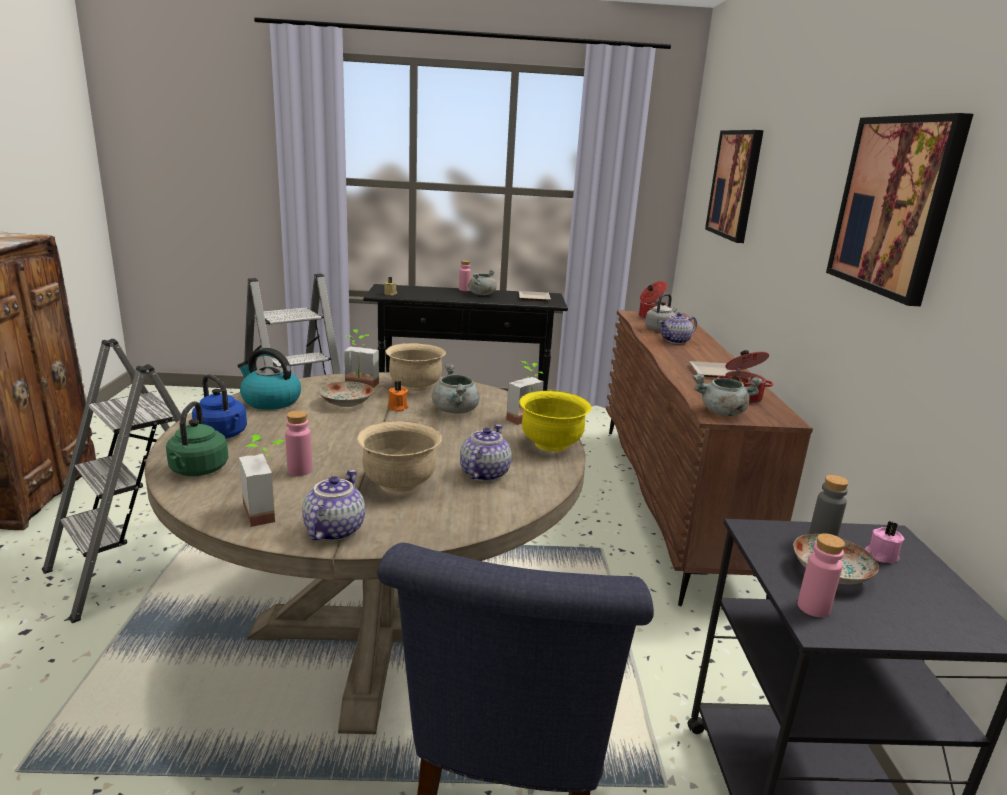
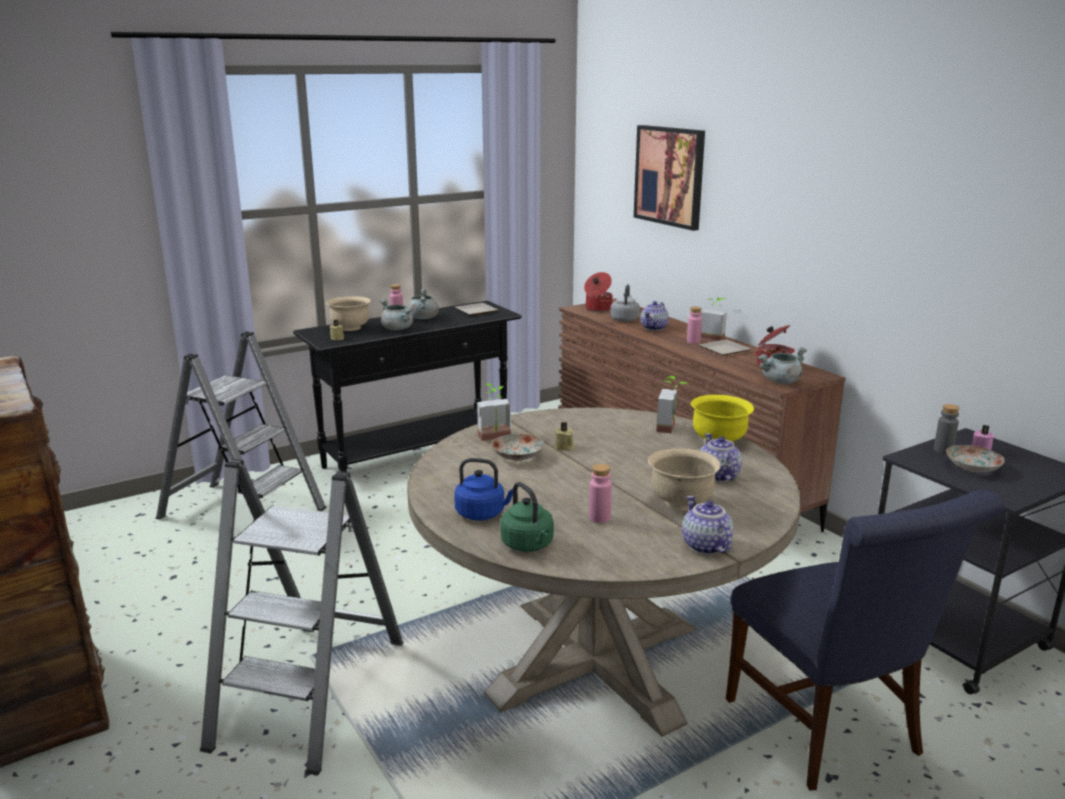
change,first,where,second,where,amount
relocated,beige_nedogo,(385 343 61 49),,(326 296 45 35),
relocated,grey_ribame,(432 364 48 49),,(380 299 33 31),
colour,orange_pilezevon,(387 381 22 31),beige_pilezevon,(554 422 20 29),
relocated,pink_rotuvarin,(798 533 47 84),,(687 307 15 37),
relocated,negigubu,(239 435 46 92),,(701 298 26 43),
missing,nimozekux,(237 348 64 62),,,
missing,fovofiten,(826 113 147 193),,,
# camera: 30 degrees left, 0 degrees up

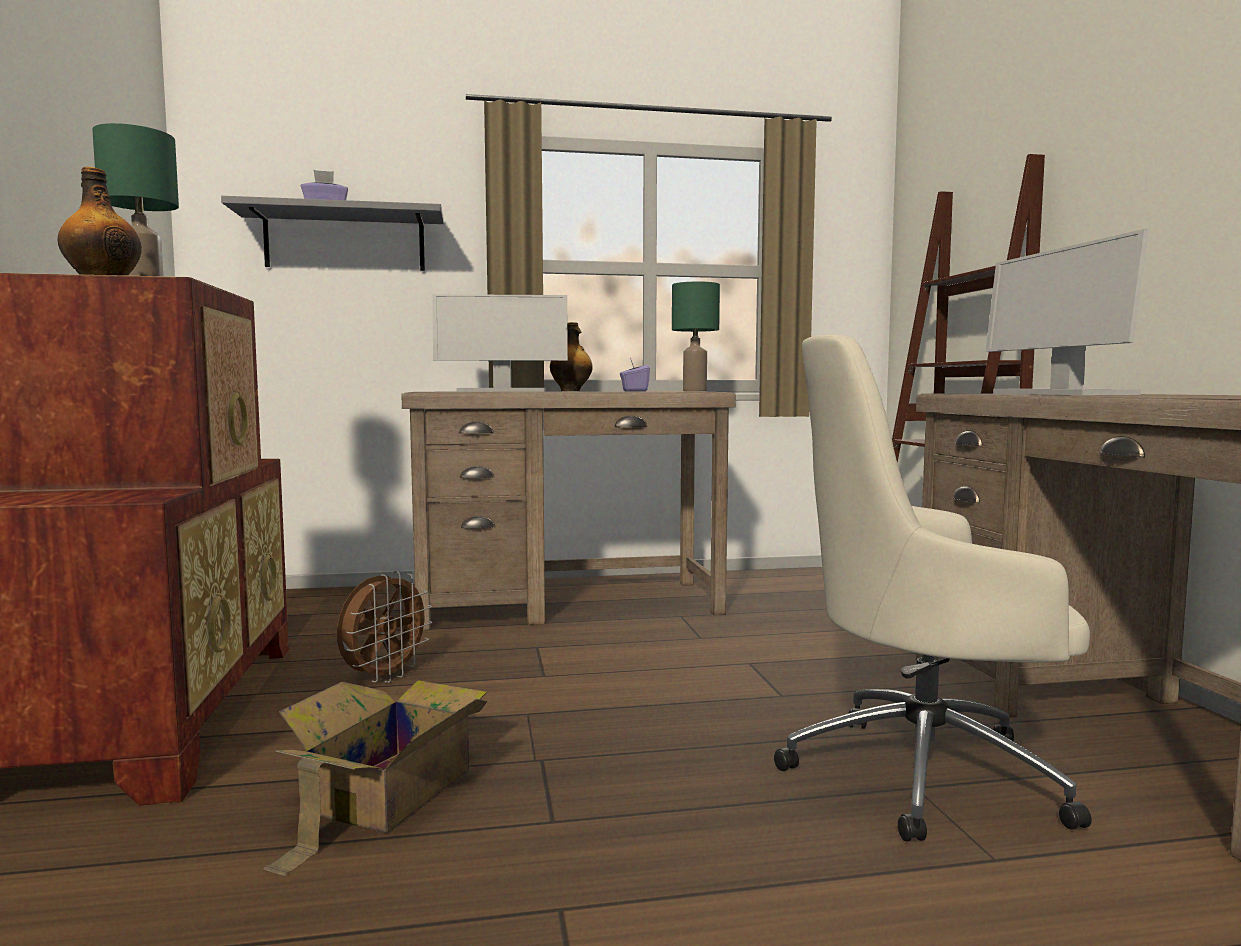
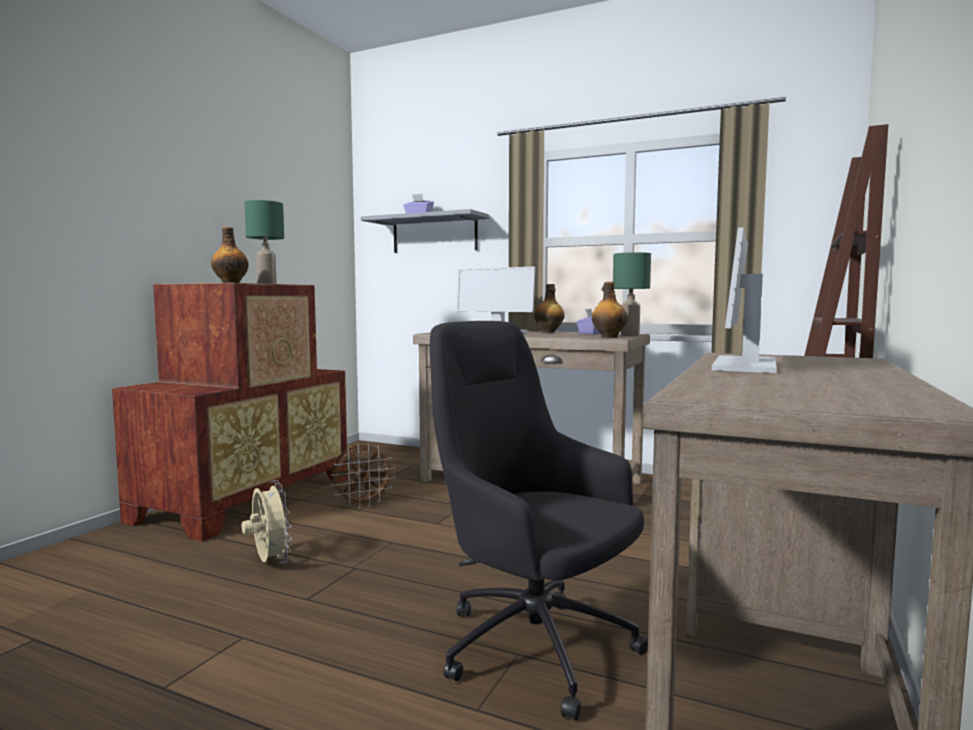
change,first,where,second,where,amount
exchanged,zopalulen,(263 680 224 196),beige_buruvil,(242 480 50 84),
colour,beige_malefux,(774 335 318 506),black_malefux,(430 321 218 399),
appeared,,,rotuvarin,(592 282 35 56),
# camera: 35 degrees right, 0 degrees up

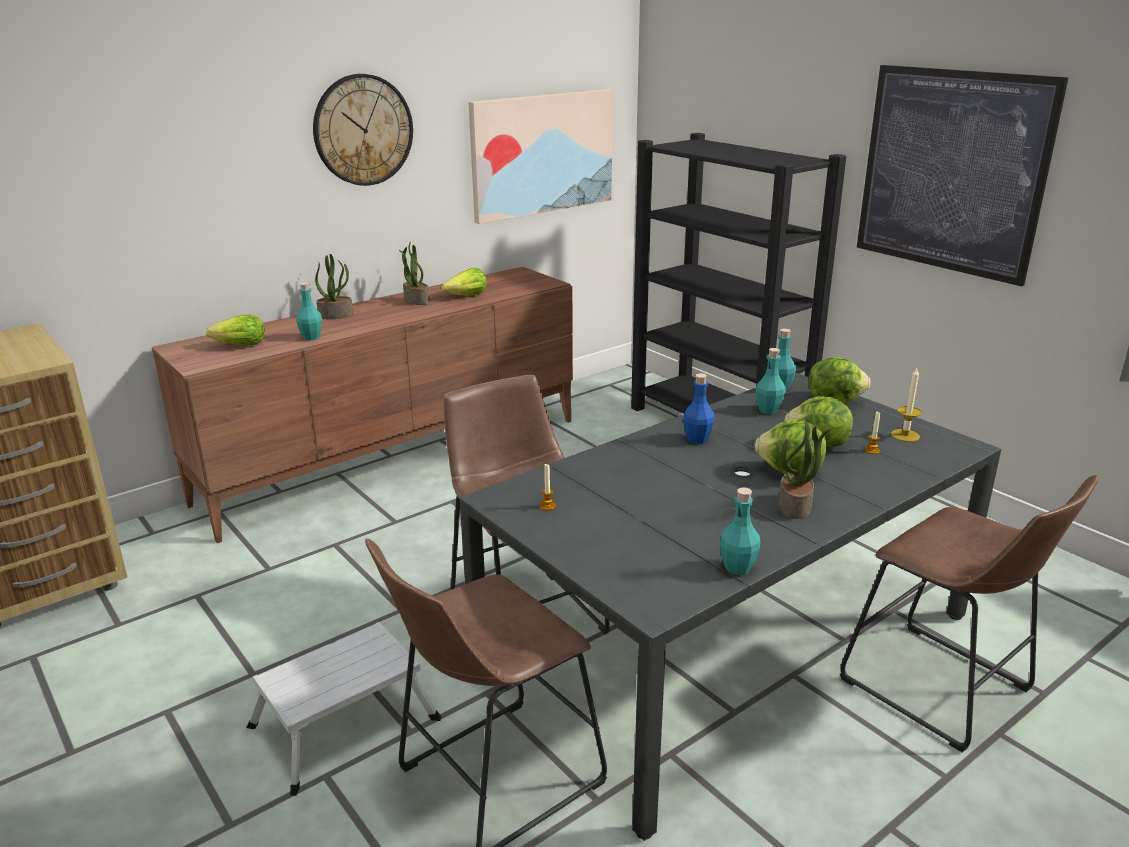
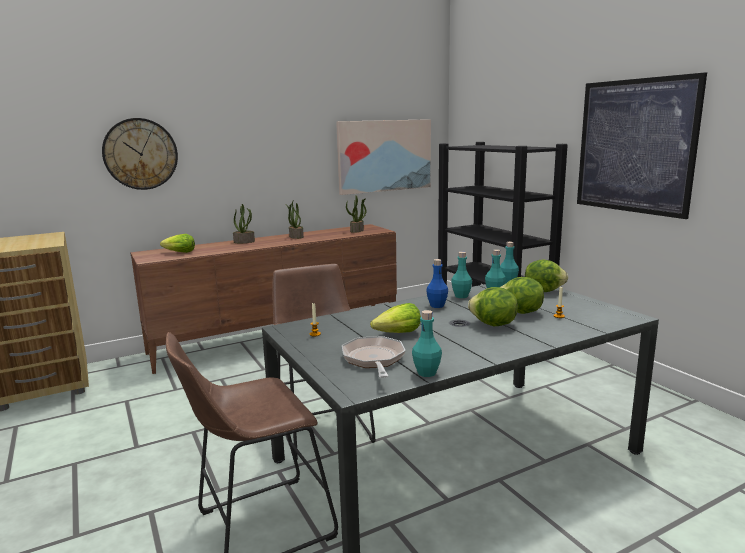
change,first,where,second,where,amount
relocated,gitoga,(313 74 100 112),,(102 118 76 72),
appeared,,,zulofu,(342 336 63 42),
relocated,negigubu,(778 421 54 98),,(346 196 20 37),
relocated,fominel,(441 268 46 27),,(370 303 51 30),
relocated,turquoise_rotuvarin,(296 282 26 58),,(451 252 21 46),
missing,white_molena,(246 622 195 174),,,
missing,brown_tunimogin,(840 475 259 278),,,
missing,pilezevon,(891 368 31 74),,,
# camera: 10 degrees right, 10 degrees down

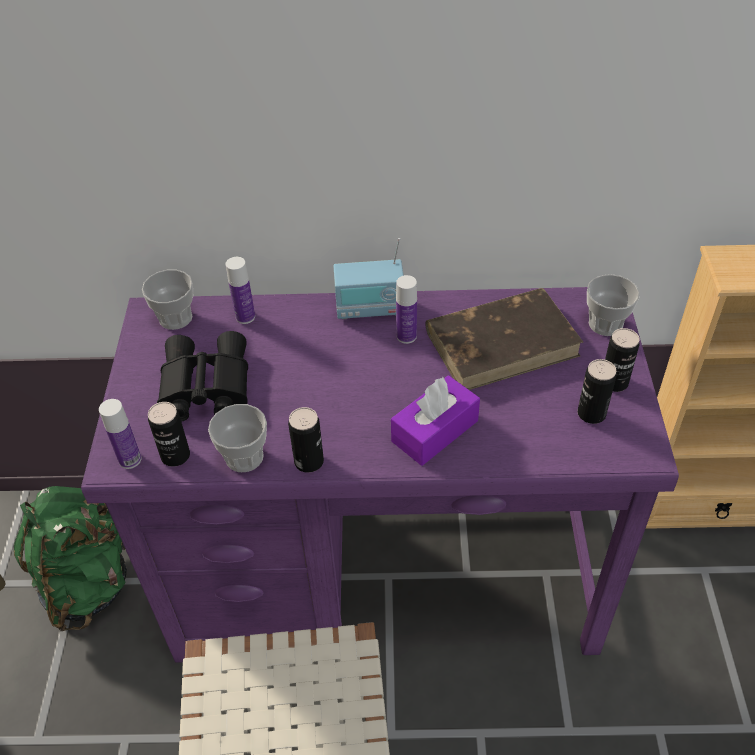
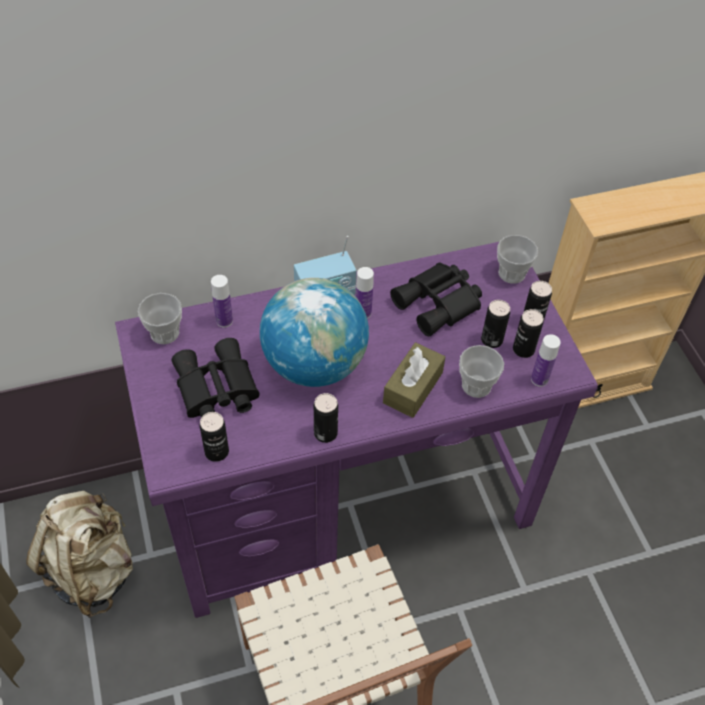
change,first,where,second,where,amount
colour,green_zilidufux,(14 486 113 146),beige_zilidufux,(26 491 107 127),
appeared,,,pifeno,(260 278 109 109),
colour,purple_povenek,(391 375 89 91),brown_povenek,(383 342 62 76),
exchanged,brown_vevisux,(425 288 158 102),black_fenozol,(390 263 92 73),
relocated,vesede,(208 404 59 68),,(459 345 45 53),
appeared,,,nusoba,(481 300 29 48),
relocated,rotuvarin,(99 399 43 70),,(531 334 30 53),
# camera: 20 degrees left, 5 degrees up

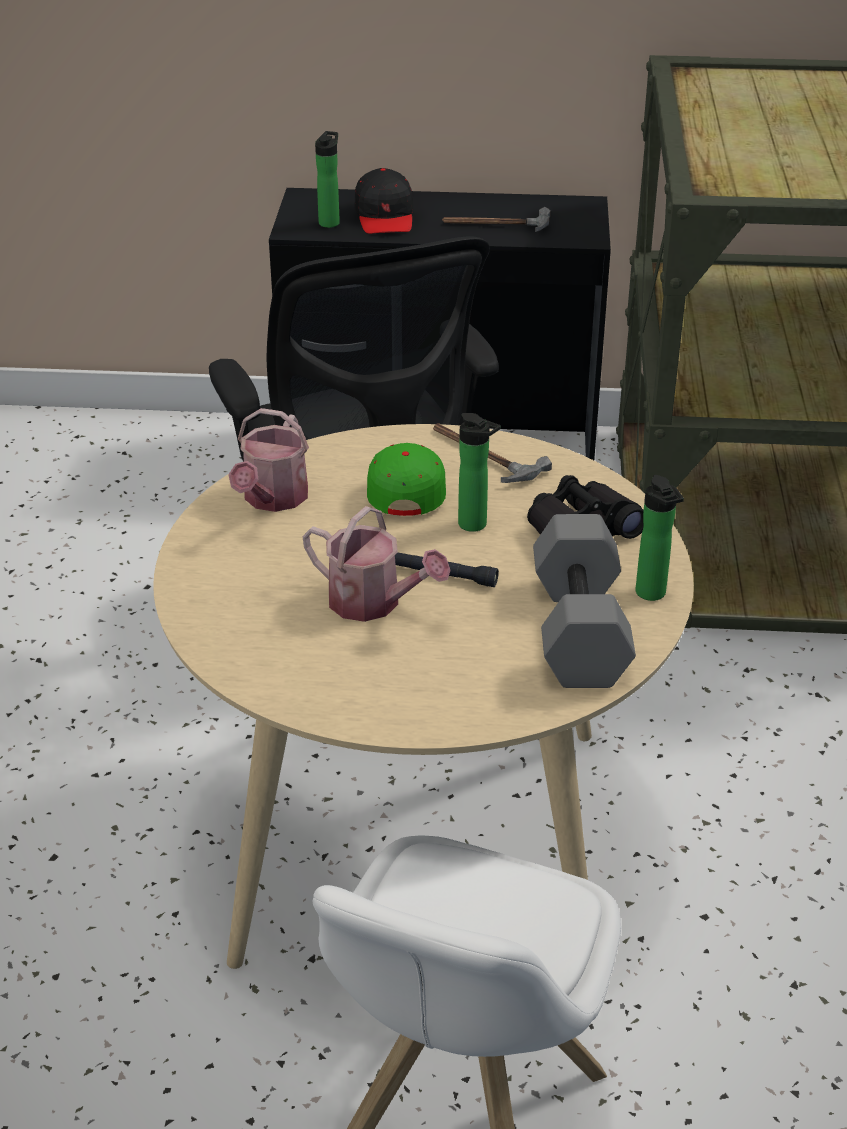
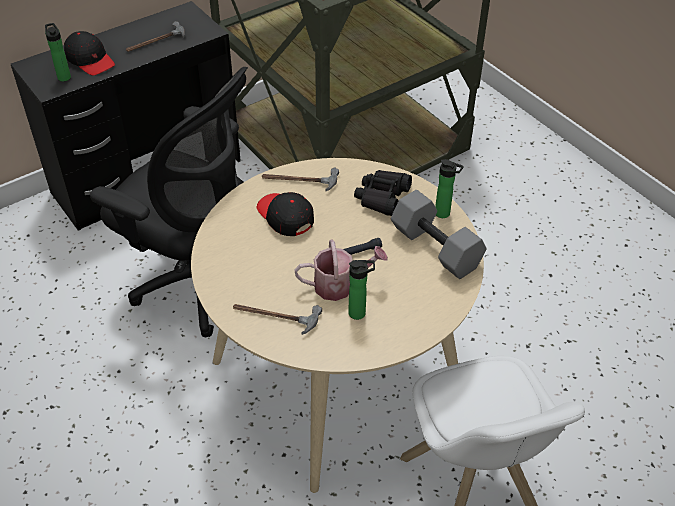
change,first,where,second,where,amount
appeared,,,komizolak,(233 304 89 31),
colour,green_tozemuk,(367 443 79 73),black_tozemuk,(257 192 57 44),
relocated,rotuvarin,(458 413 43 119),,(348 260 27 60),
missing,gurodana,(228 408 81 104),,,
# camera: 40 degrees left, 10 degrees up

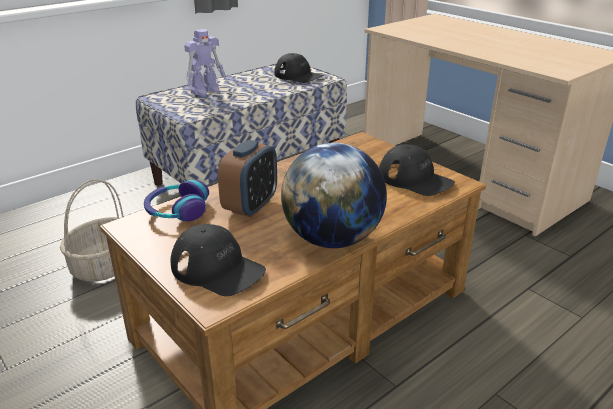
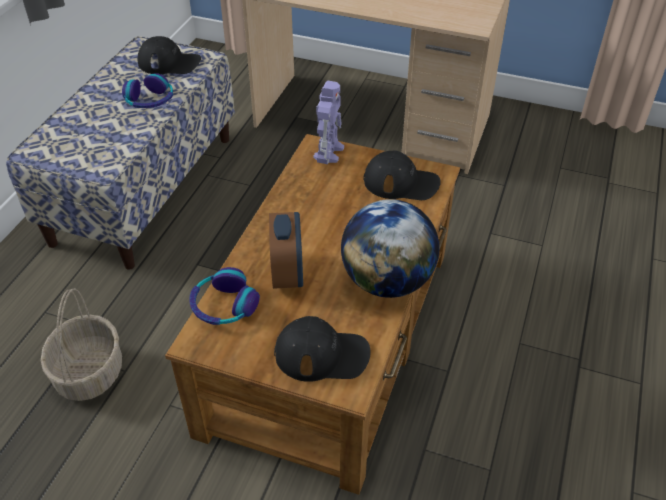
change,first,where,second,where,amount
appeared,,,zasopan,(122 73 51 35),
relocated,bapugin,(184 29 42 67),,(314 81 30 83),
# camera: 30 degrees left, 15 degrees up

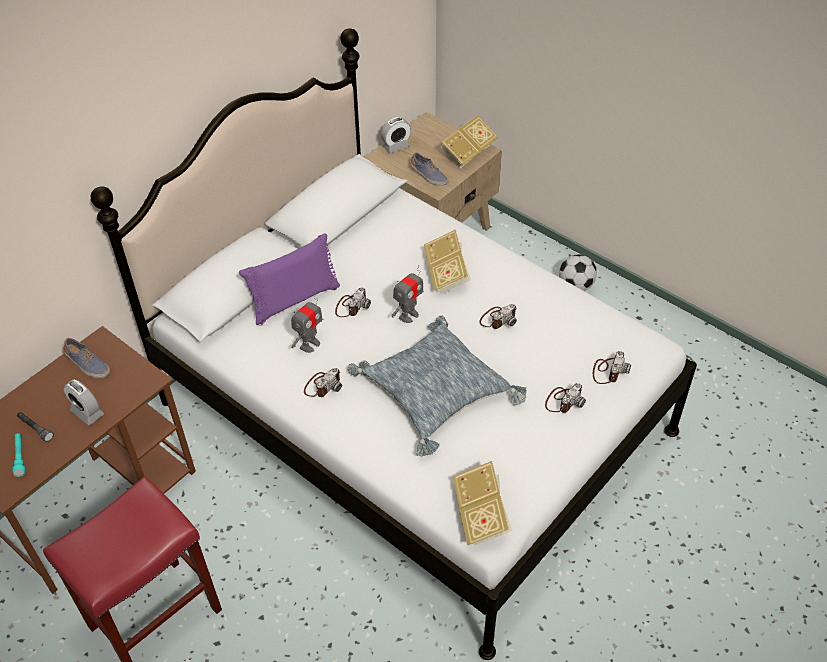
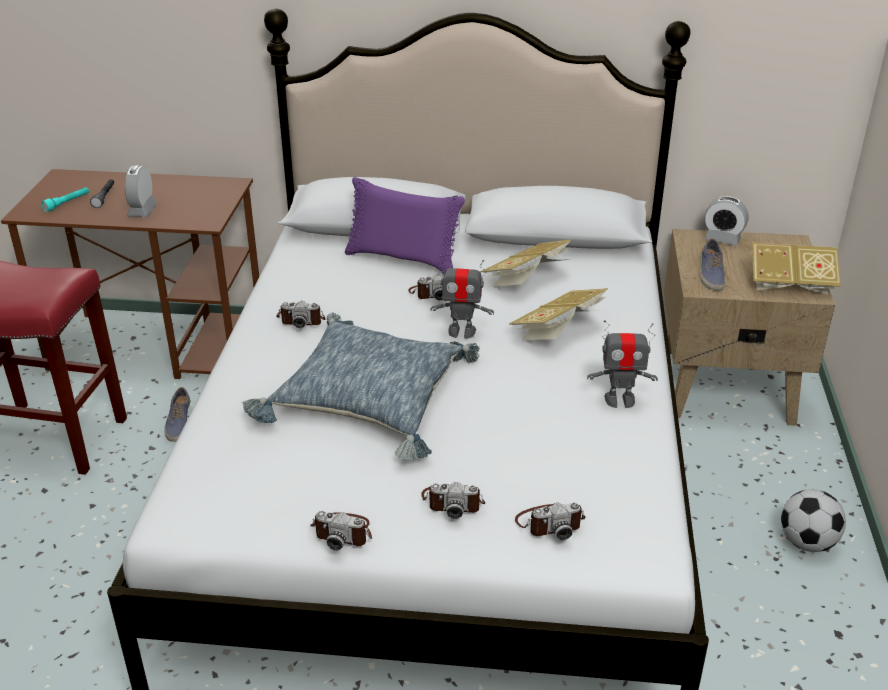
change,first,where,second,where,amount
relocated,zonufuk,(63 338 47 40),,(164 387 26 55),
relocated,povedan,(479 304 38 25),,(310 511 62 39),
relocated,vevisux,(453 461 59 85),,(480 239 92 48),
relocated,bapugin,(291 294 32 59),,(587 320 71 88),
# camera: 55 degrees right, 15 degrees down

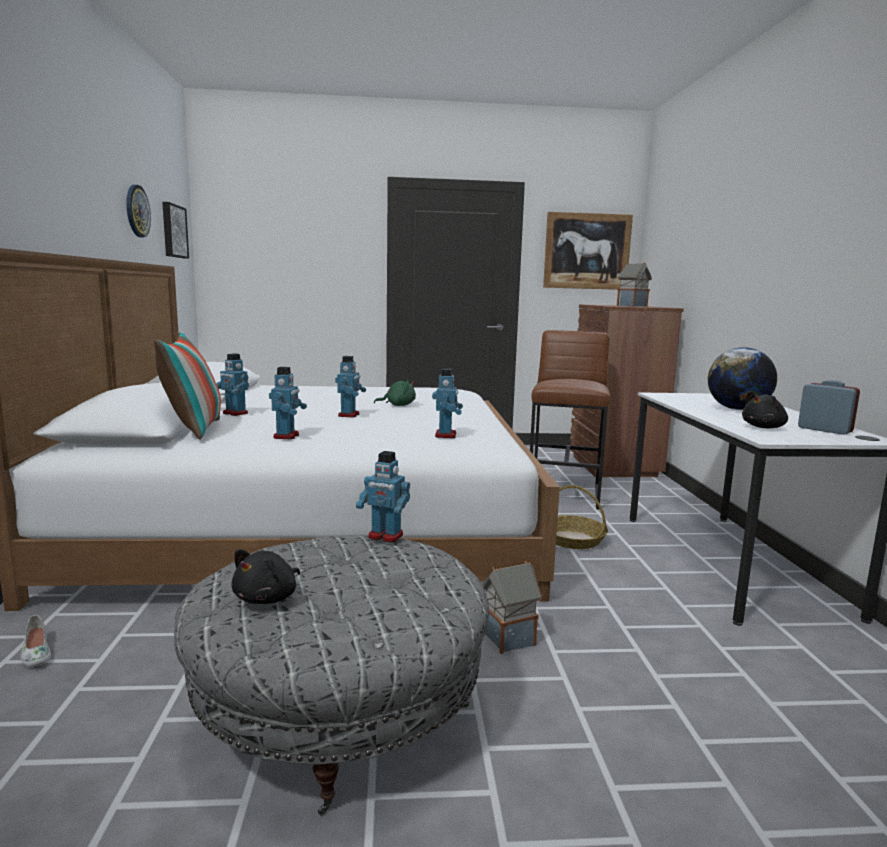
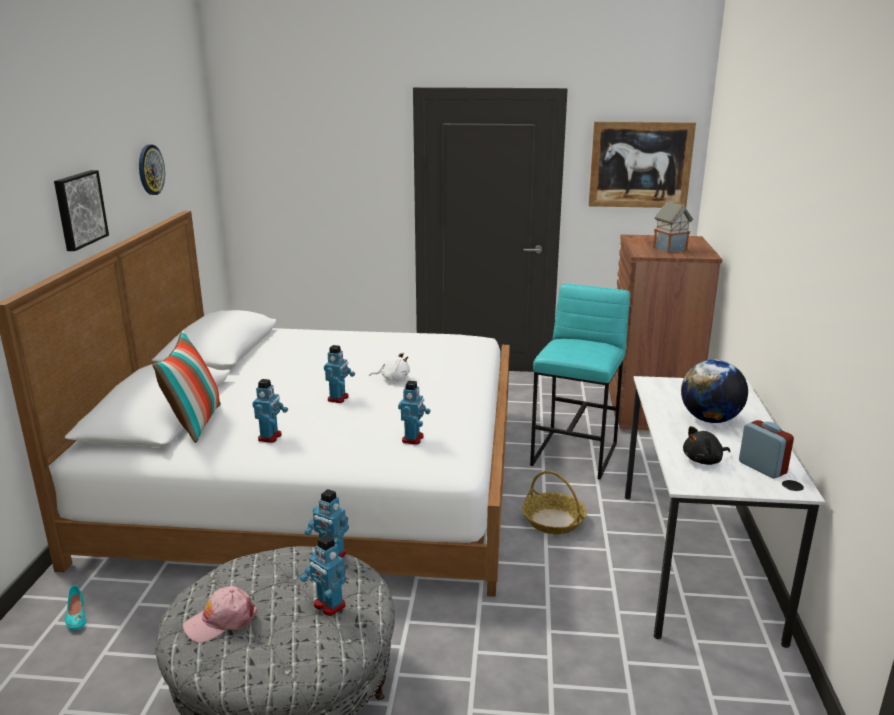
change,first,where,second,where,amount
relocated,fovofiten,(162 202 27 57),,(54 170 55 81),
colour,white_zonufuk,(20 615 31 52),turquoise_zonufuk,(65 585 21 45),
exchanged,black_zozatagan,(231 549 69 55),pink_tozemuk,(183 586 74 57),
relocated,bapugin,(217 353 32 63),,(300 535 46 81),
colour,green_zozatagan,(374 378 42 28),white_zozatagan,(369 352 41 29),
colour,brown_tunimogin,(530 330 80 180),turquoise_tunimogin,(530 283 100 197),
missing,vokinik,(481 561 62 93),,,
# camera: 10 degrees right, 10 degrees up

